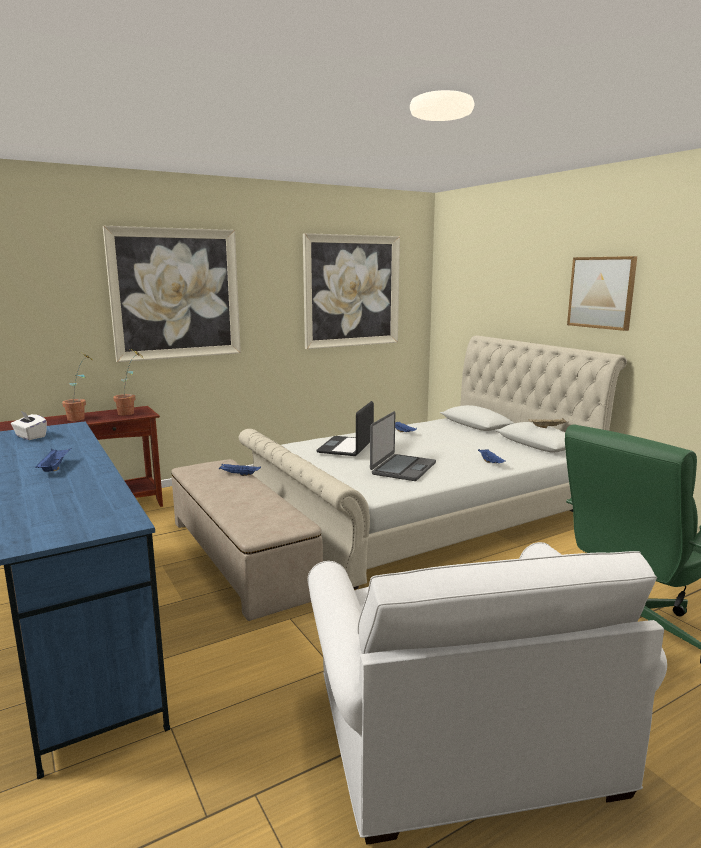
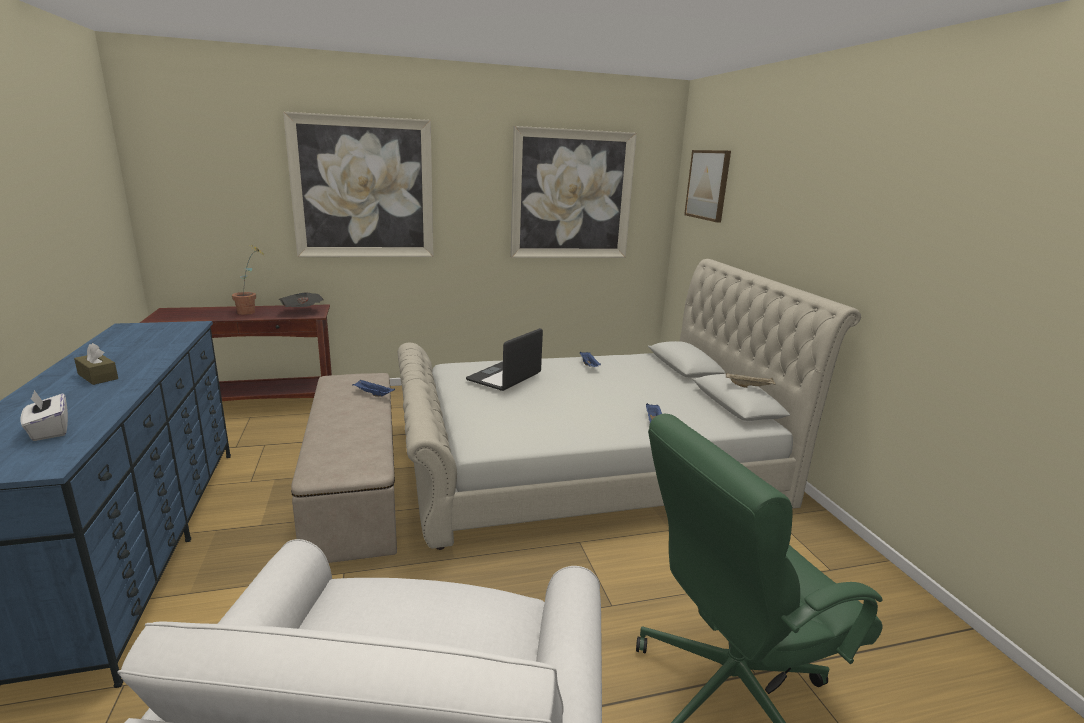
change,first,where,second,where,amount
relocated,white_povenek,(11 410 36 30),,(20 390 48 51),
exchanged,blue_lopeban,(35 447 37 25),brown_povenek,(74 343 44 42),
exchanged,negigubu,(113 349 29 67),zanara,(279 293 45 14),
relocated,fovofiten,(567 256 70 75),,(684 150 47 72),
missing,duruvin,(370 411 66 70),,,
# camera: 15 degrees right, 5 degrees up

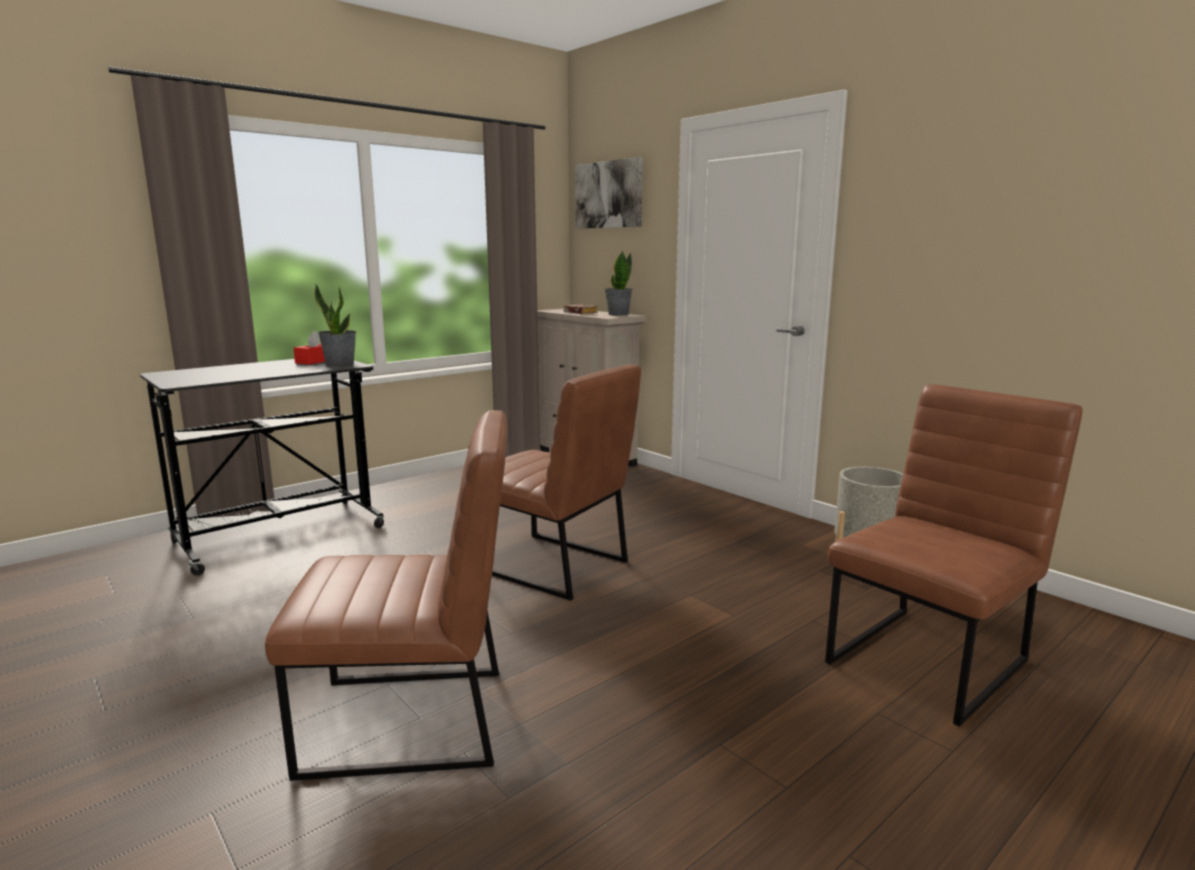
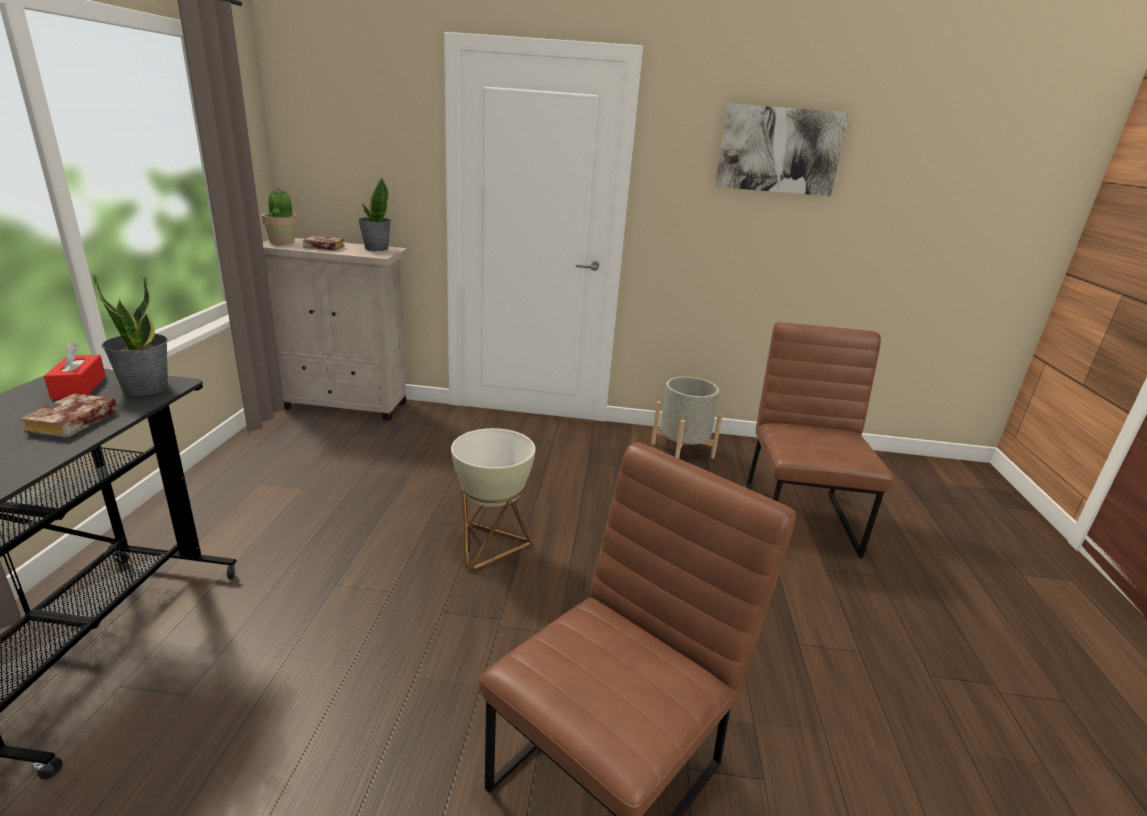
change,first,where,second,where,amount
appeared,,,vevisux,(20 393 98 45),
appeared,,,negigubu,(262 187 35 57),
exchanged,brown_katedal,(492 364 149 237),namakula,(451 428 85 143),
relocated,fovofiten,(575 157 68 72),,(715 103 135 93),
# camera: 45 degrees left, 10 degrees up

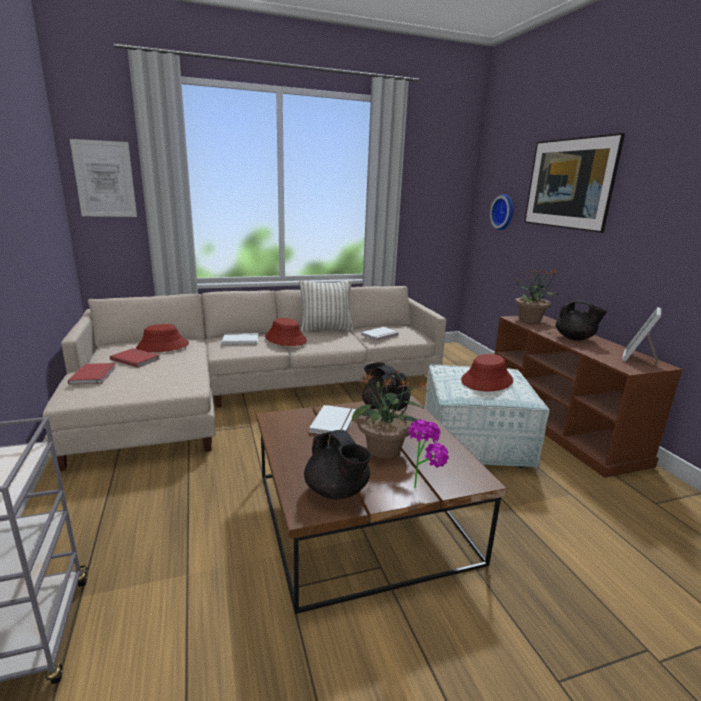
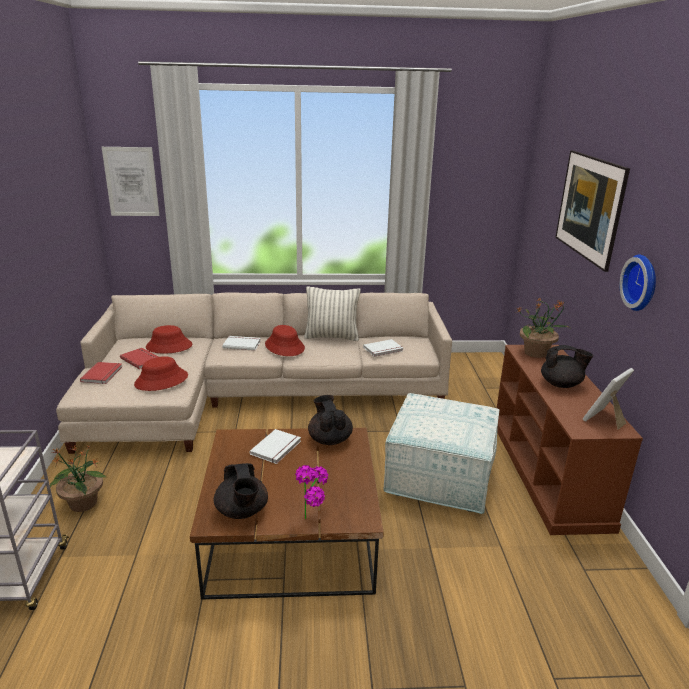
change,first,where,second,where,amount
relocated,negigubu,(352 370 75 89),,(50 445 57 67),
relocated,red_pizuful,(461 354 52 37),,(134 356 54 35),
spun,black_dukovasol,(556 301 51 40),,(541 345 52 43),45 degrees counterclockwise
relocated,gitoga,(490 194 24 36),,(620 255 36 56),
# camera: 15 degrees right, 5 degrees up

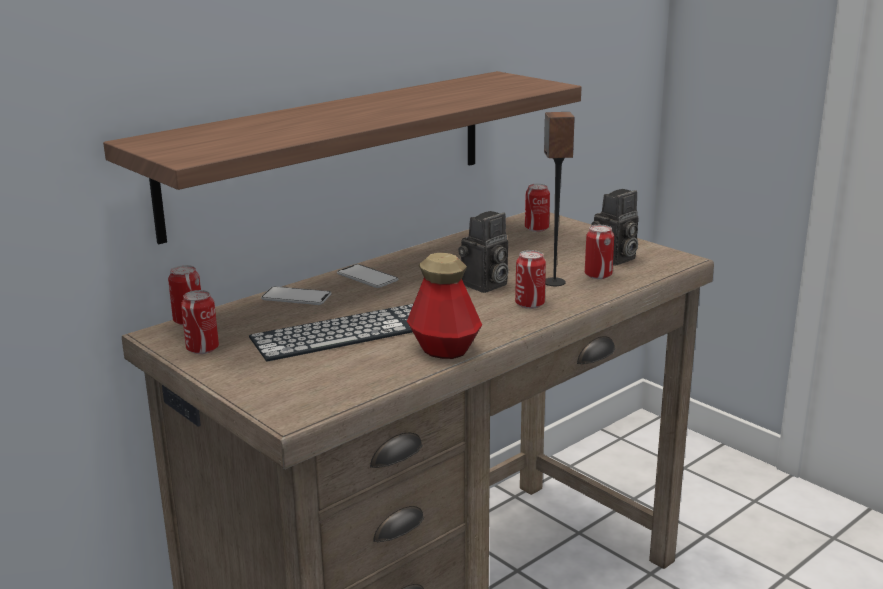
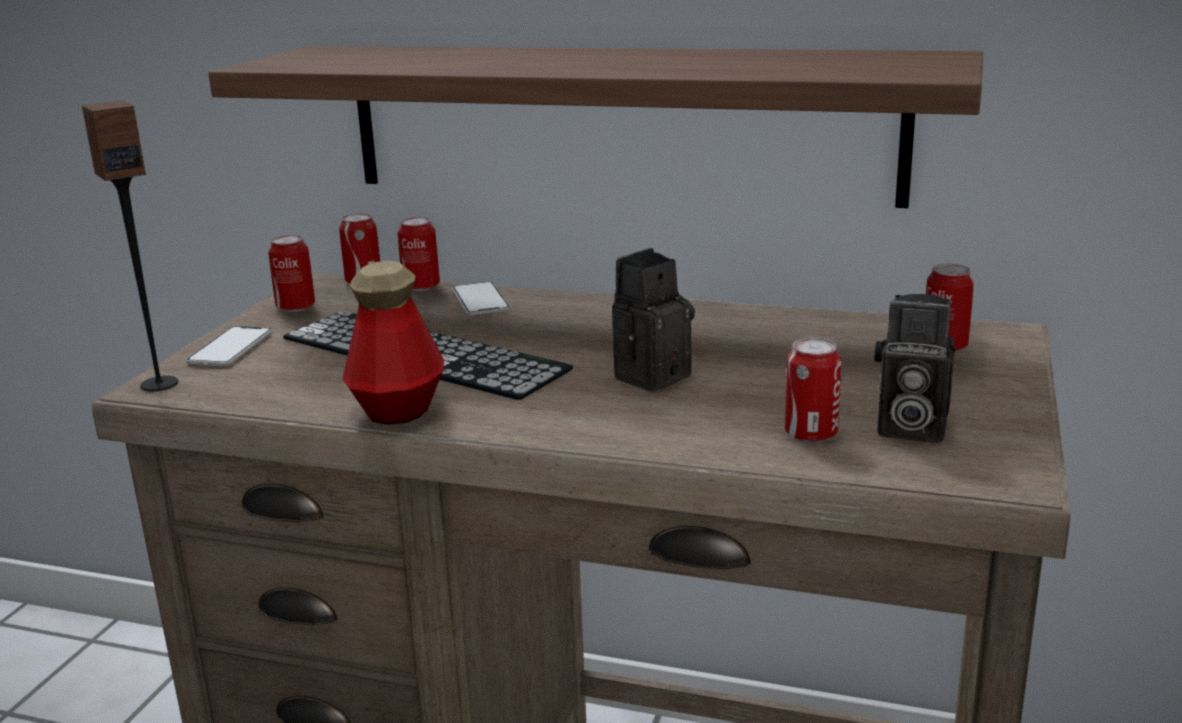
change,first,where,second,where,amount
relocated,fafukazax,(544 112 31 174),,(82 101 96 290),
relocated,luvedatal,(337 264 61 24),,(186 326 86 40),
relocated,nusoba,(515 250 31 59),,(397 217 43 74),
spun,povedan,(458 211 51 82),,(612 248 83 144),120 degrees clockwise
# camera: 60 degrees right, 0 degrees up

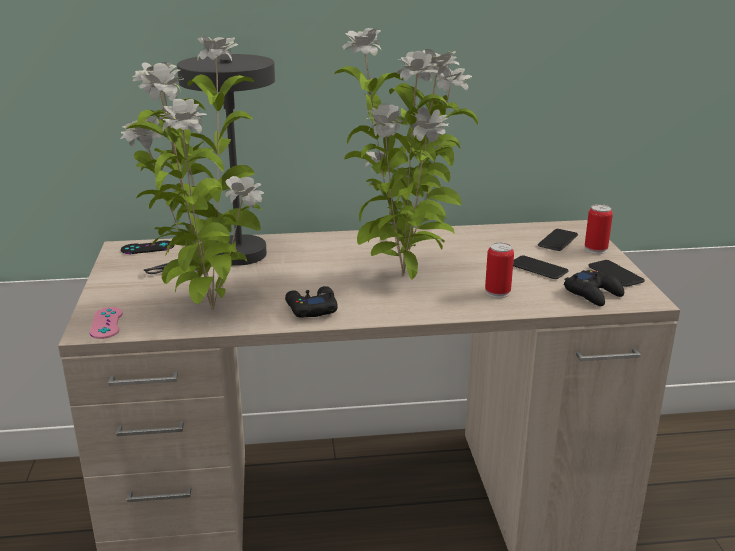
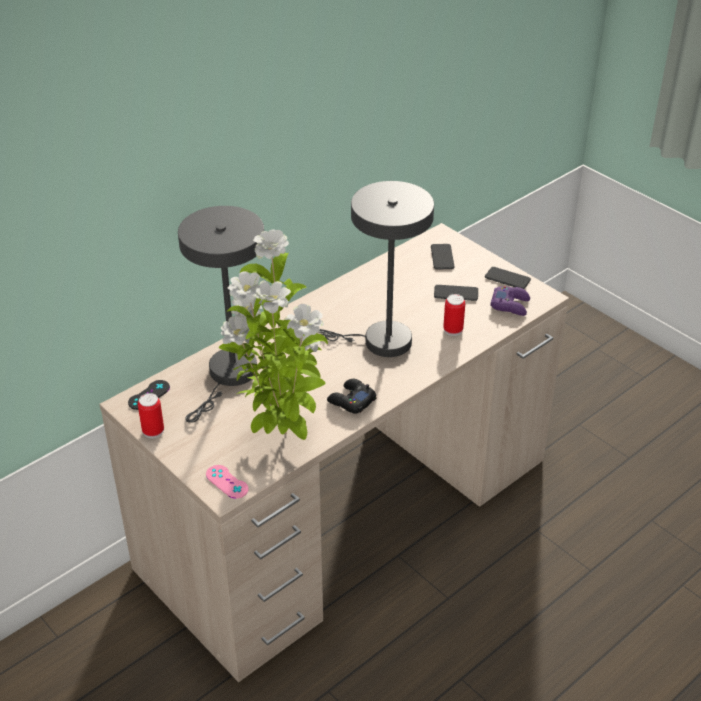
change,first,where,second,where,amount
relocated,nusoba,(585 204 28 50),,(138 393 26 46),
exchanged,negigubu,(334 28 144 251),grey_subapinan,(319 181 115 176),
colour,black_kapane,(564 270 60 36),purple_kapane,(490 286 40 30),
# camera: 35 degrees left, 15 degrees up

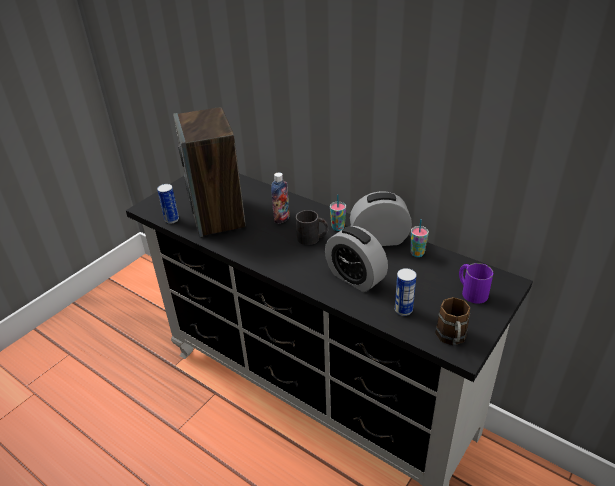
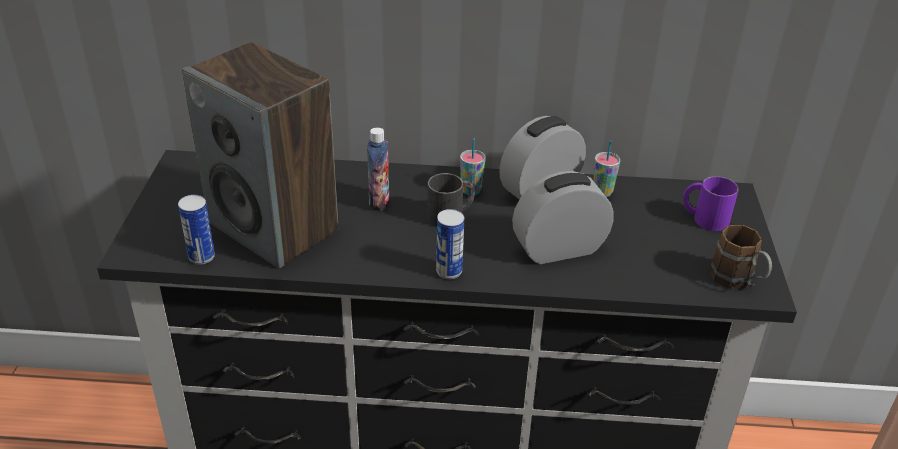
change,first,where,second,where,amount
relocated,nusoba,(395 268 22 48),,(436 209 28 70),
spun,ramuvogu,(325 226 63 66),,(512 171 102 93),150 degrees clockwise
# camera: 35 degrees left, 0 degrees up

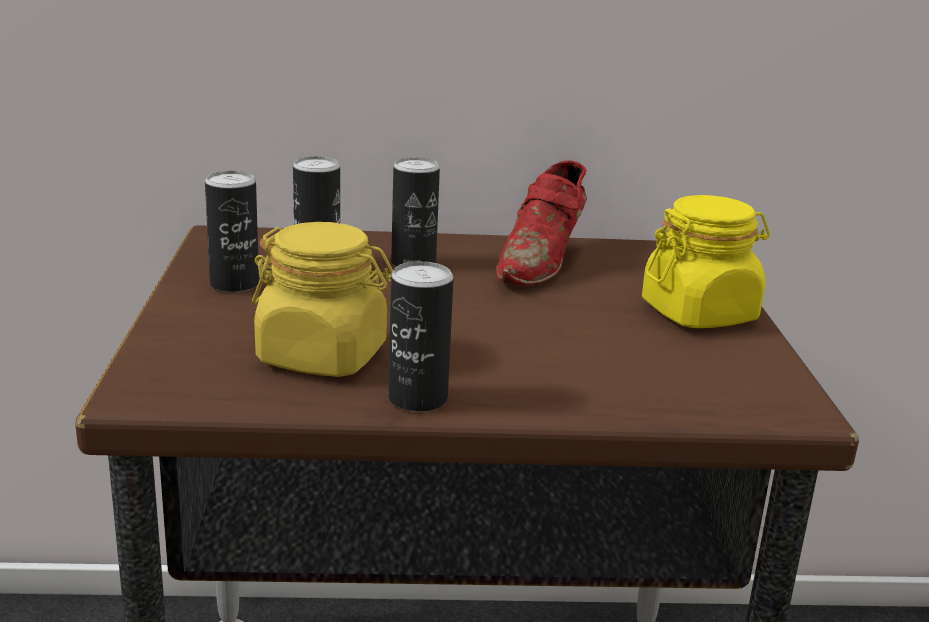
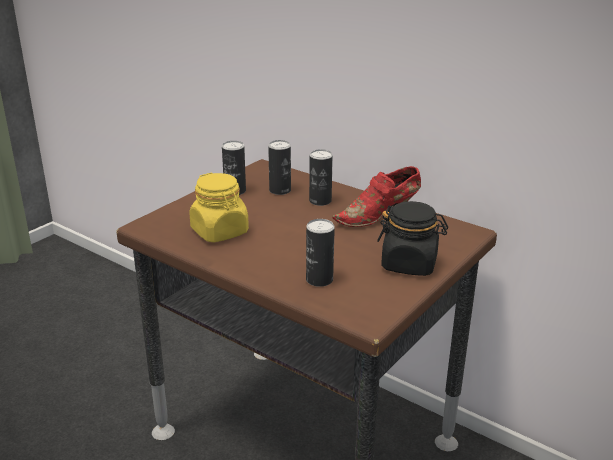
change,first,where,second,where,amount
relocated,nusoba,(389 261 65 151),,(306 219 29 68),
colour,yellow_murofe,(642 195 128 133),black_murofe,(377 201 71 75),
# camera: 40 degrees right, 5 degrees up

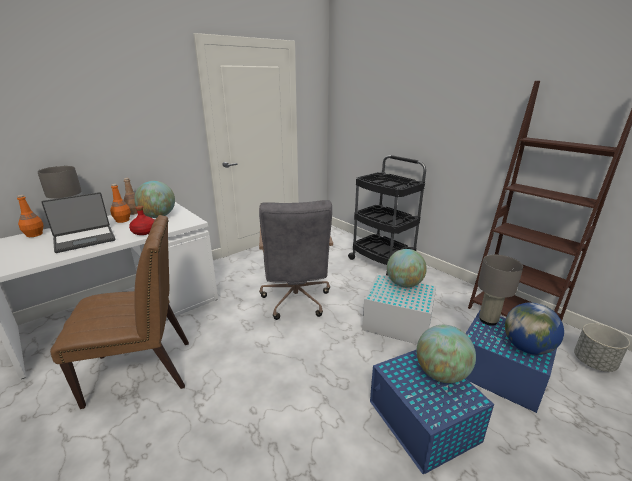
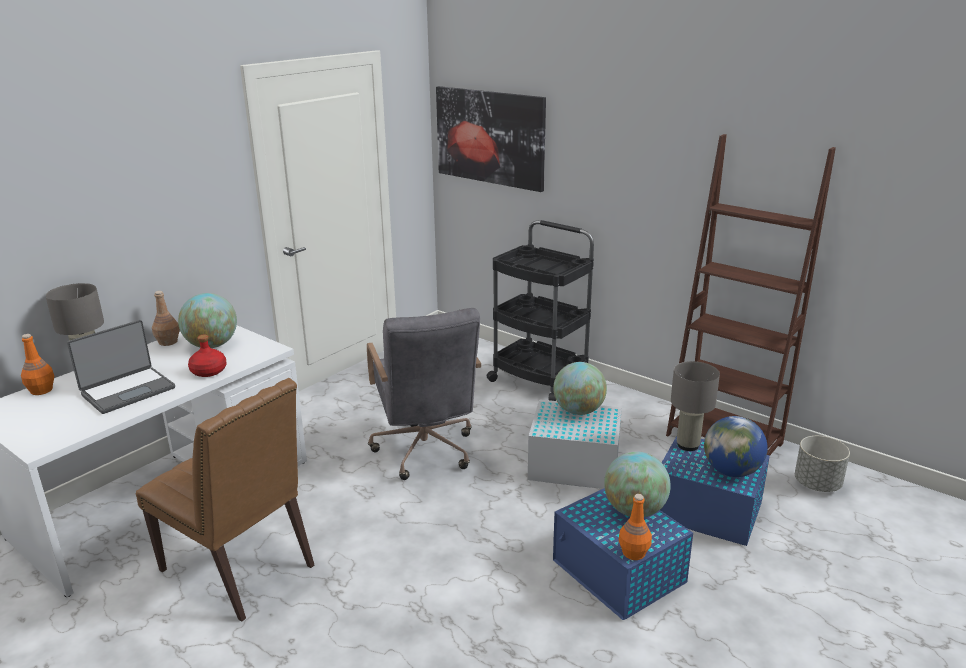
change,first,where,second,where,amount
spun,brown_katedal,(50 215 139 194),,(136 378 178 244),60 degrees clockwise
appeared,,,fovofiten,(436 86 110 106),
relocated,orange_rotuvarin,(110 184 21 39),,(619 494 33 66),
# camera: 10 degrees left, 0 degrees up

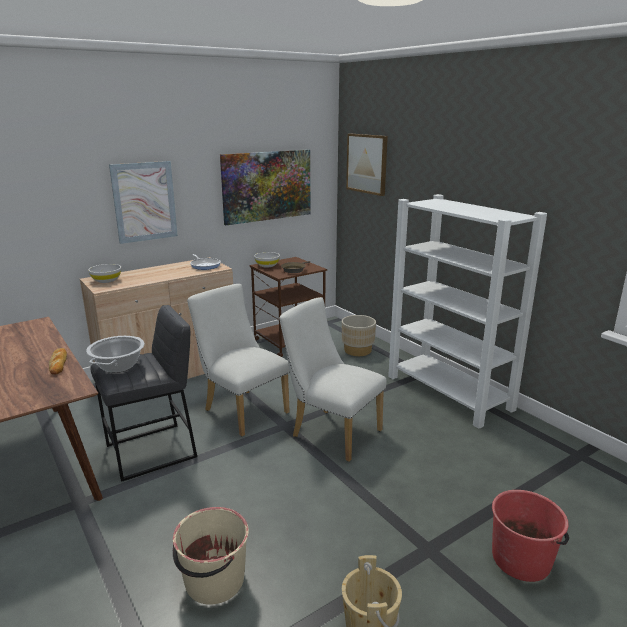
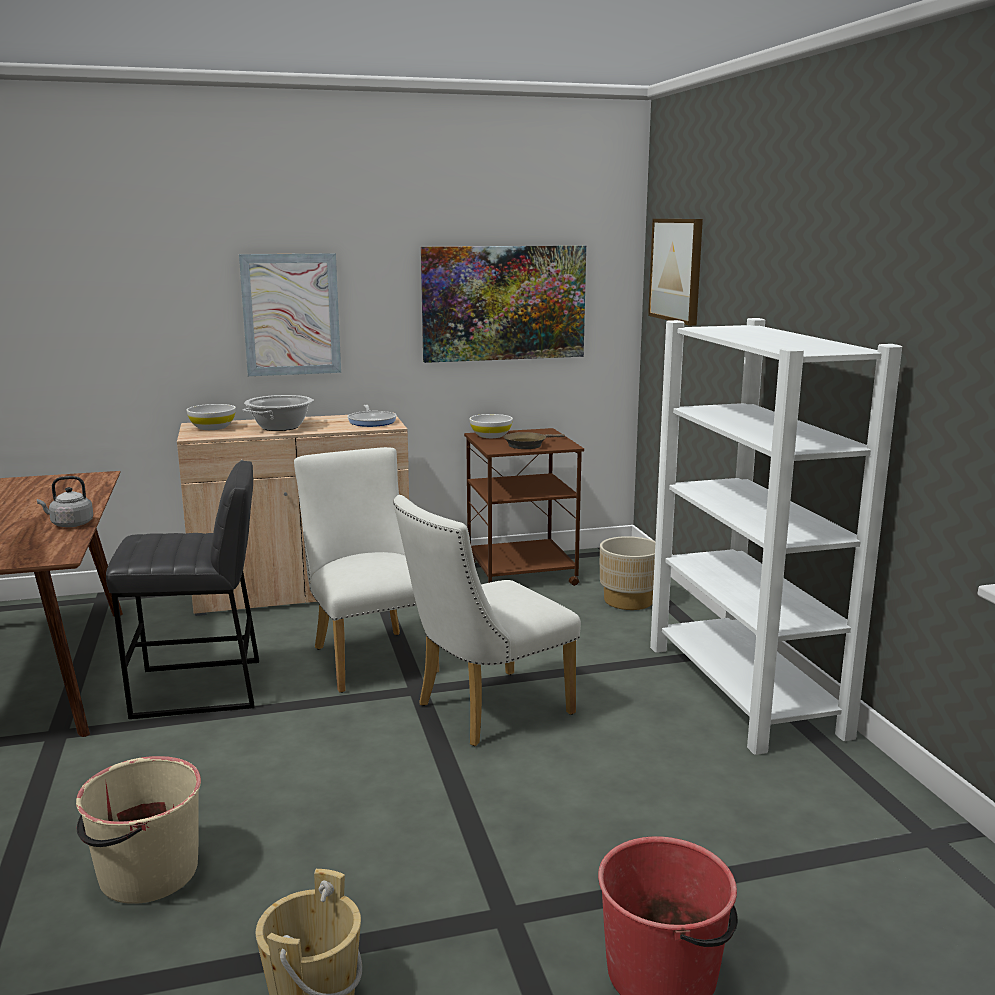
change,first,where,second,where,amount
exchanged,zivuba,(49 348 18 26),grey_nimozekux,(37 476 56 51),
relocated,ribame,(86 336 59 37),,(243 395 71 36),
spun,white_katedal,(279 297 108 165),,(393 495 188 251),90 degrees counterclockwise
# camera: 20 degrees right, 5 degrees down

